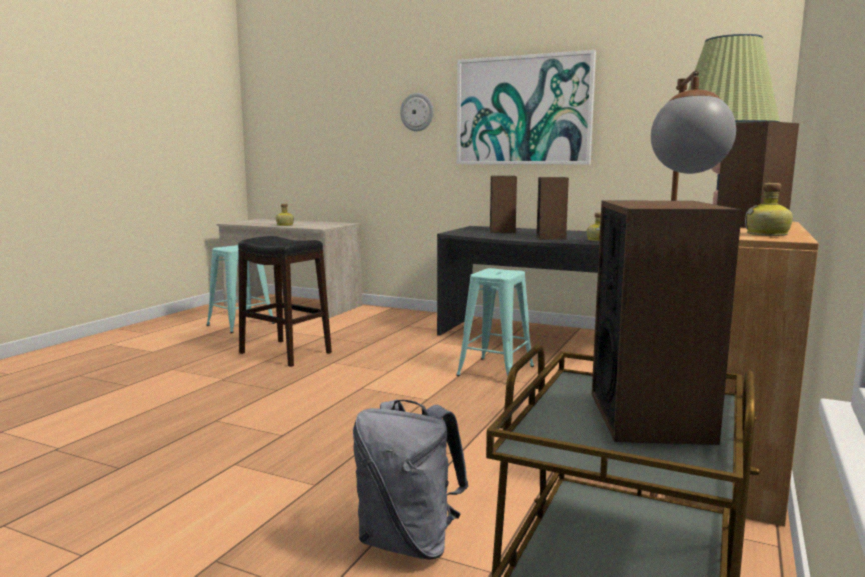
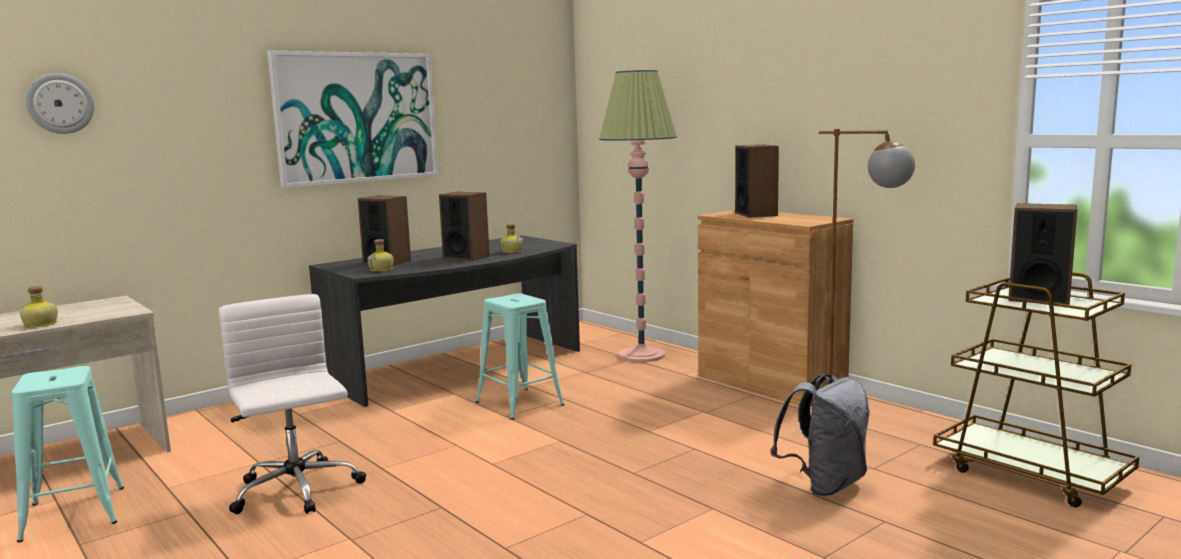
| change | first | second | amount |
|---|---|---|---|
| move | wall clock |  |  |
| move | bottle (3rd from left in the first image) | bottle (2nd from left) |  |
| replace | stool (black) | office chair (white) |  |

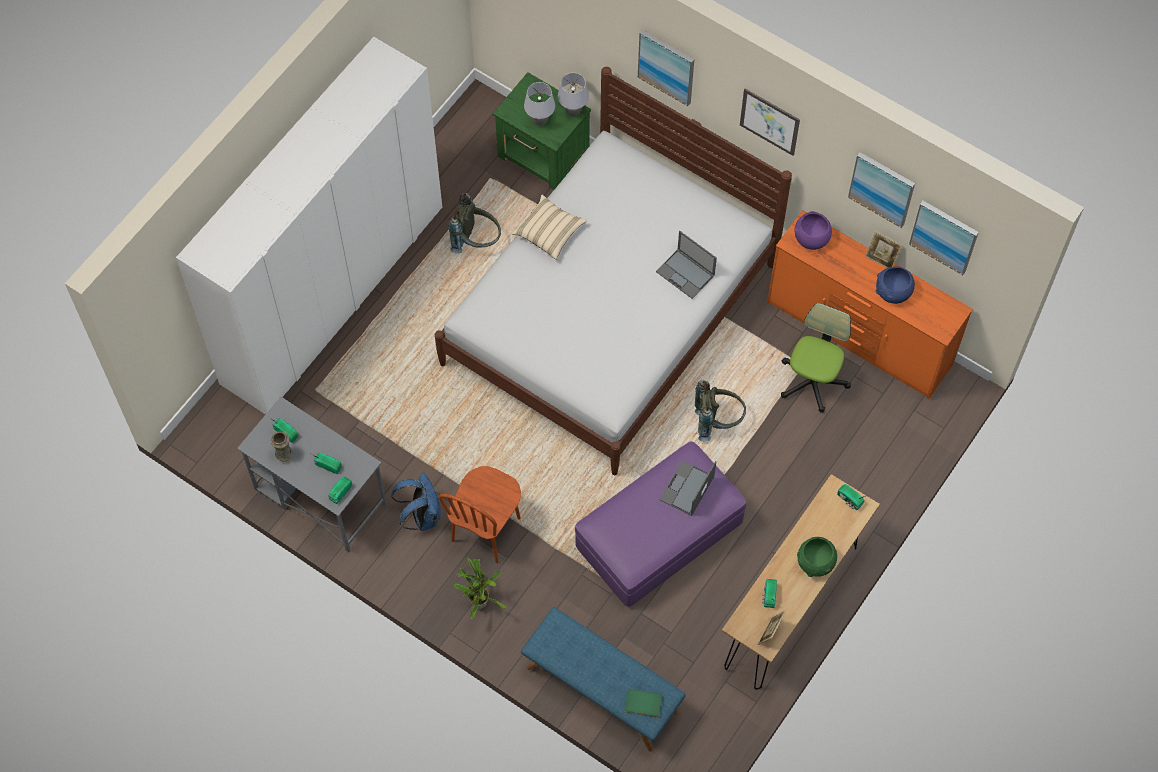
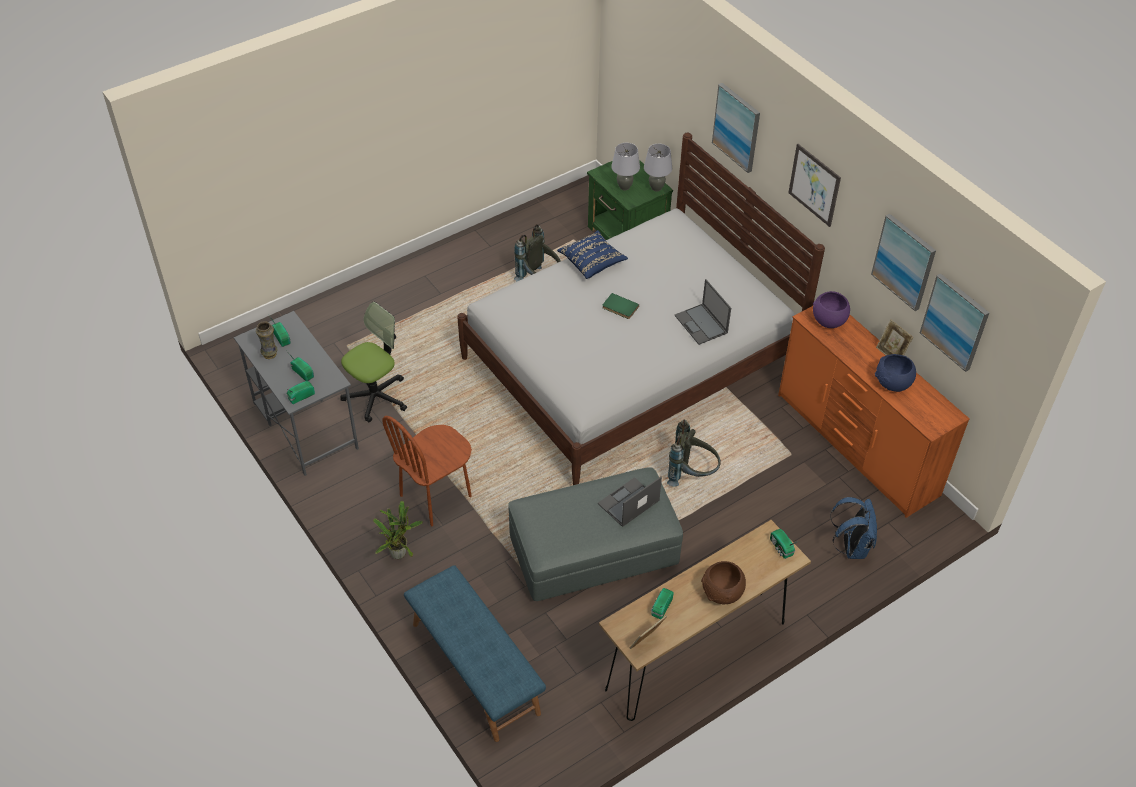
| change | first | second | amount |
|---|---|---|---|
| delete | wardrobe (white) |  |  |
| move | backpack (blue) |  |  |
| move | book (green) |  |  |
| move | office chair |  |  |
| recolor | pillow (beige) | pillow (blue) |  |
| recolor | ottoman (purple) | ottoman (grey) |  |
| recolor | bowl (green) | bowl (brown) |  |

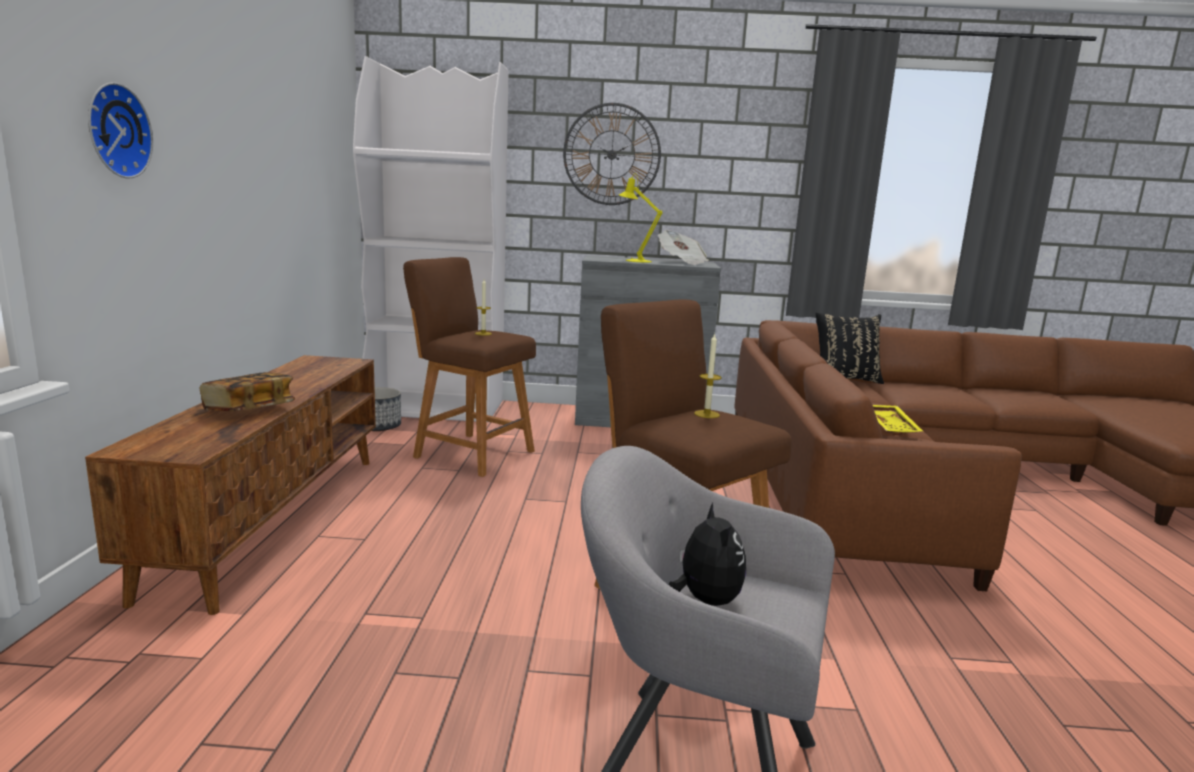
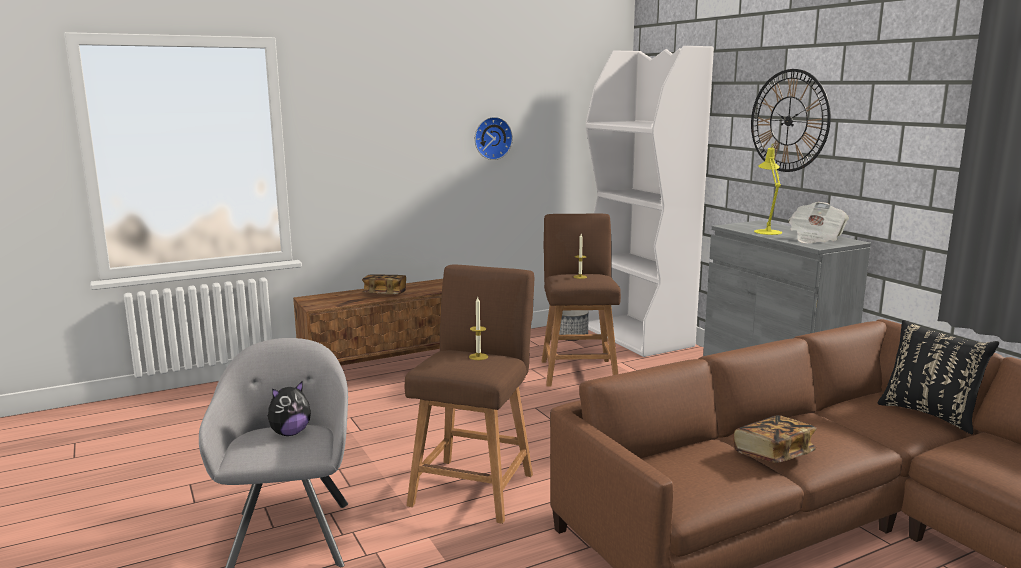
| change | first | second | amount |
|---|---|---|---|
| move | wall clock (1st from left) |  |  |
| replace | tray (yellow) | book (2nd from left) |  |

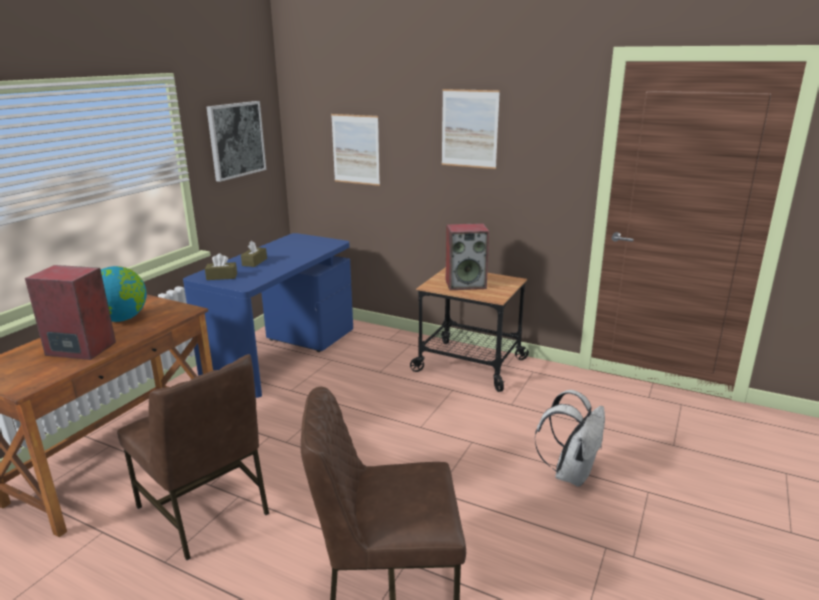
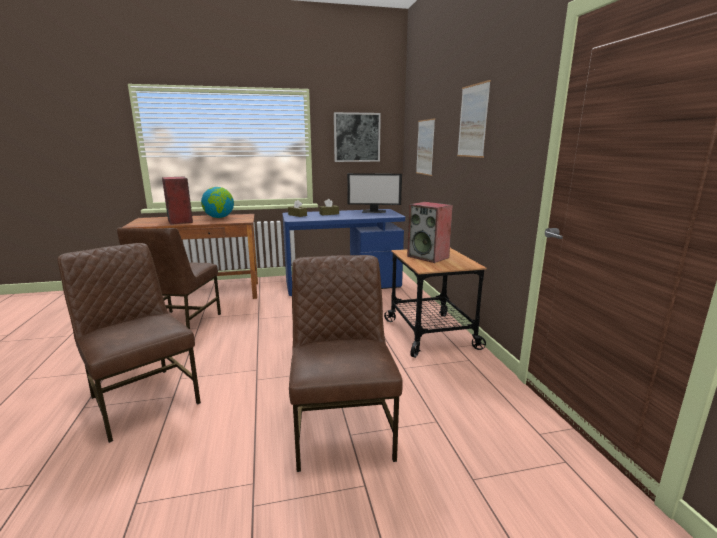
| change | first | second | amount |
|---|---|---|---|
| insert |  | monitor |  |
| replace | backpack (white) | chair (brown) (3rd from left) |  |

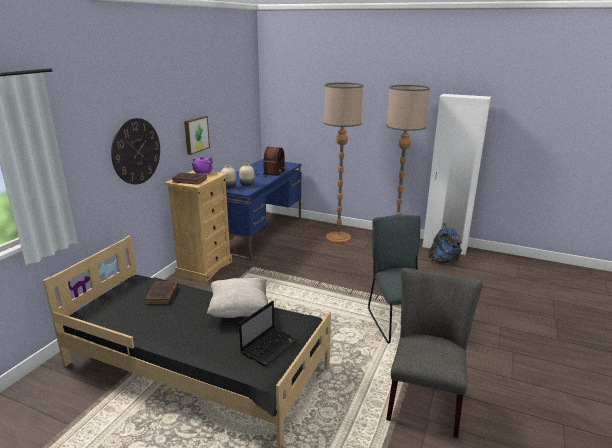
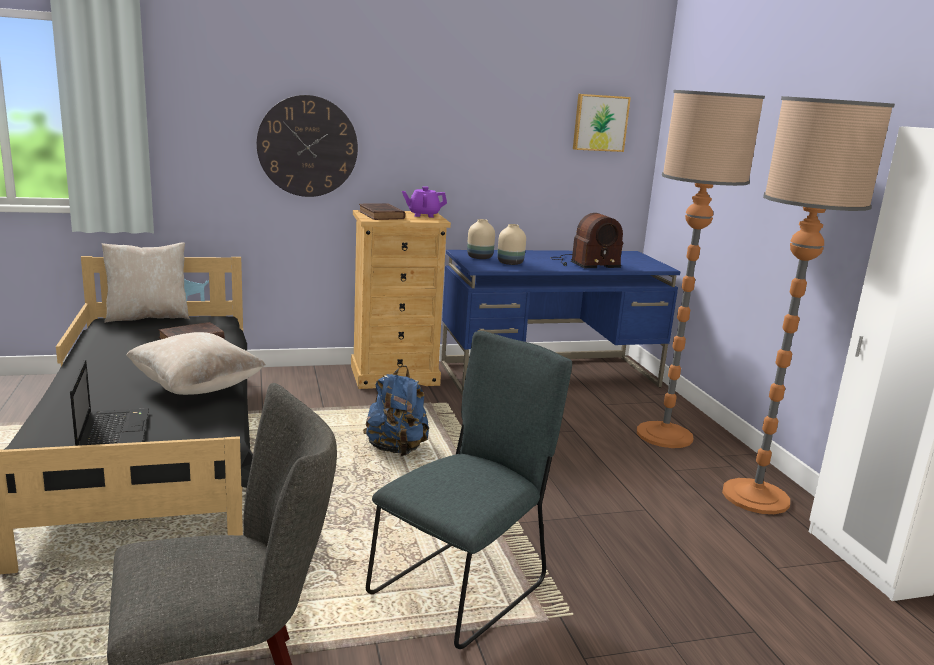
| change | first | second | amount |
|---|---|---|---|
| insert |  | pillow (beige) (1st from left) |  |
| move | picture |  |  |
| move | backpack (blue) |  |  |
| rotate | laptop |  | 105 degrees counterclockwise |

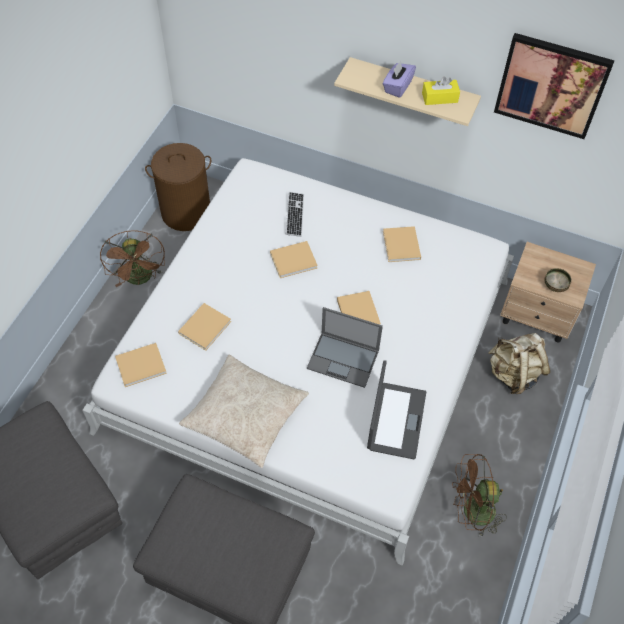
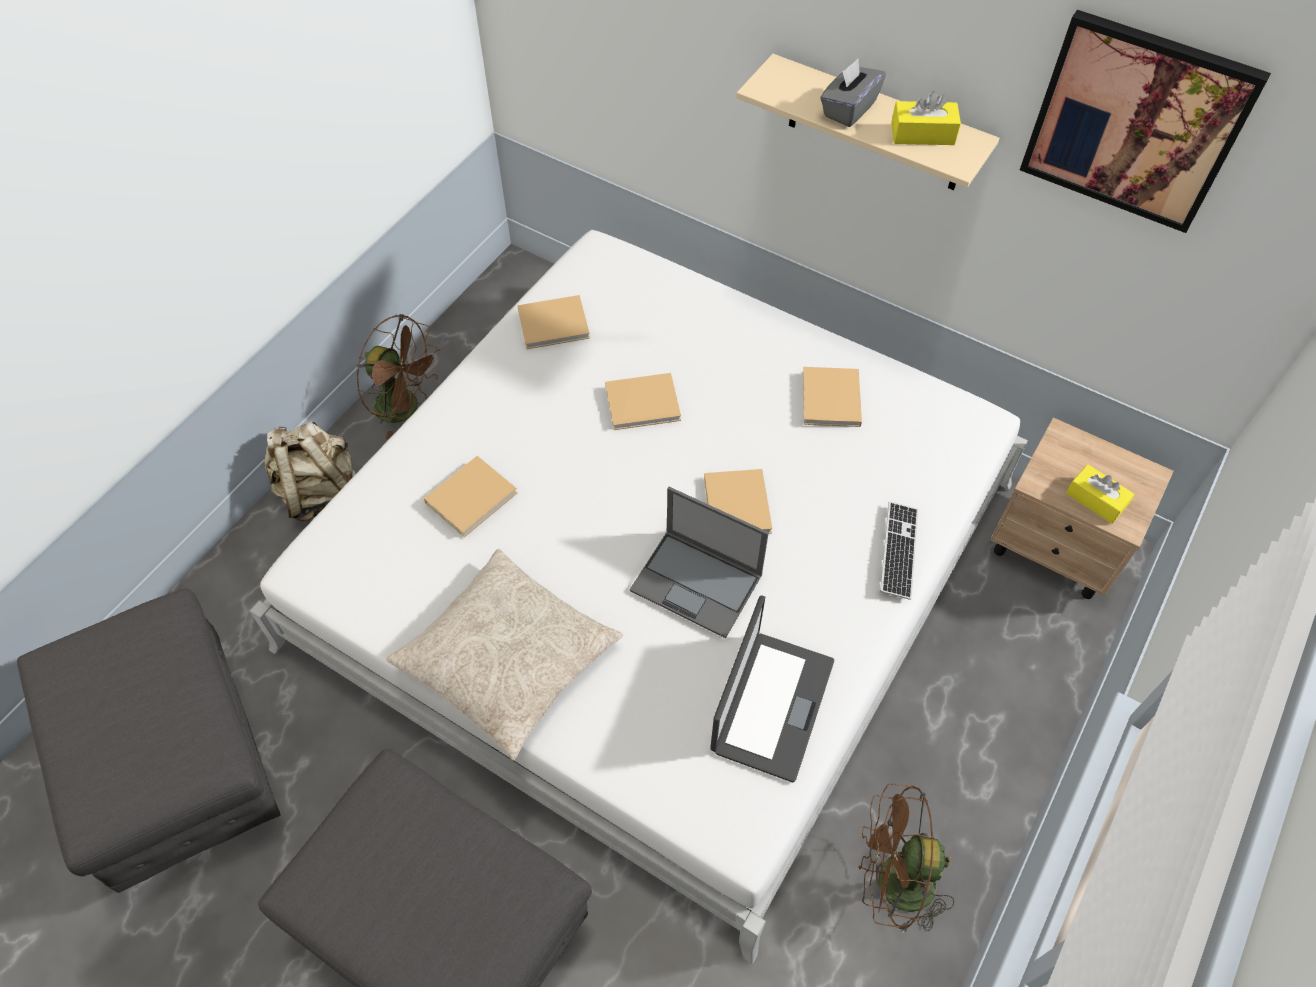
| change | first | second | amount |
|---|---|---|---|
| delete | laundry basket (brown) |  |  |
| move | book (beige) (1st from left in the first image) | book (beige) (2nd from left) |  |
| move | keyboard |  |  |
| move | backpack (beige) |  |  |
| replace | bowl | tissue box (yellow) (2nd from left) |  |
| recolor | tissue box (purple) | tissue box (grey) |  |
| rotate | fan (brown) (1st from left) |  | 60 degrees counterclockwise |

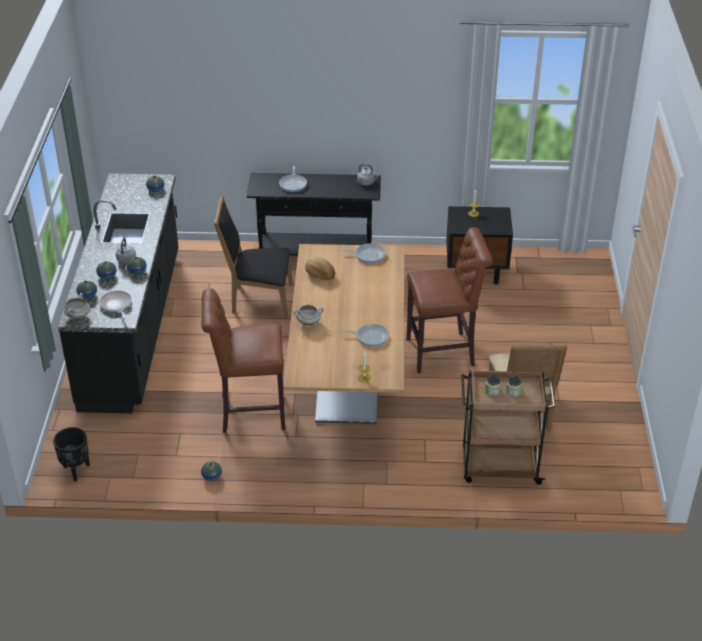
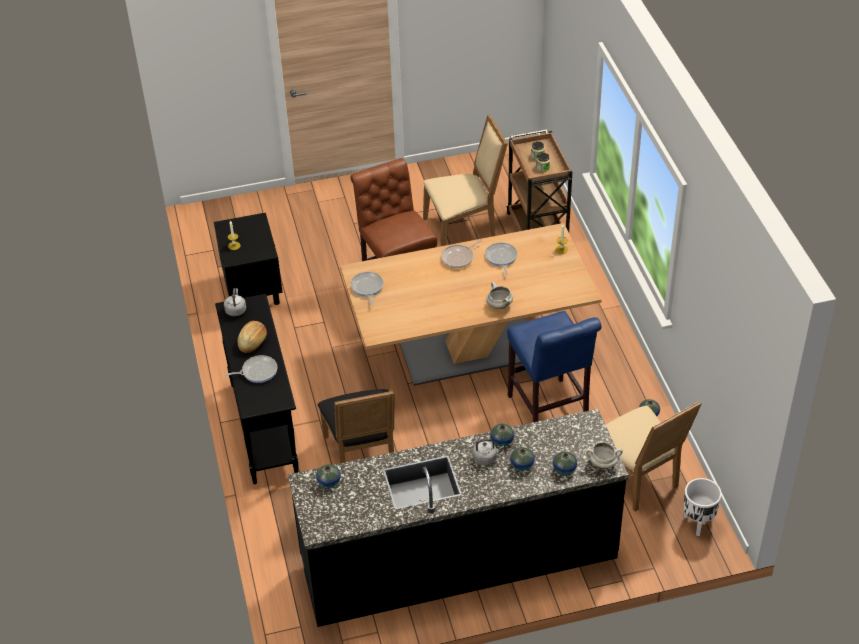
| change | first | second | amount |
|---|---|---|---|
| insert |  | chair (beige) (2nd from left) |  |
| move | frying pan (1st from left in the first image) | frying pan (3rd from left) |  |
| move | bread |  |  |
| recolor | planter (black) | planter (white) |  |
| recolor | stool (brown) (1st from left) | stool (blue) |  |

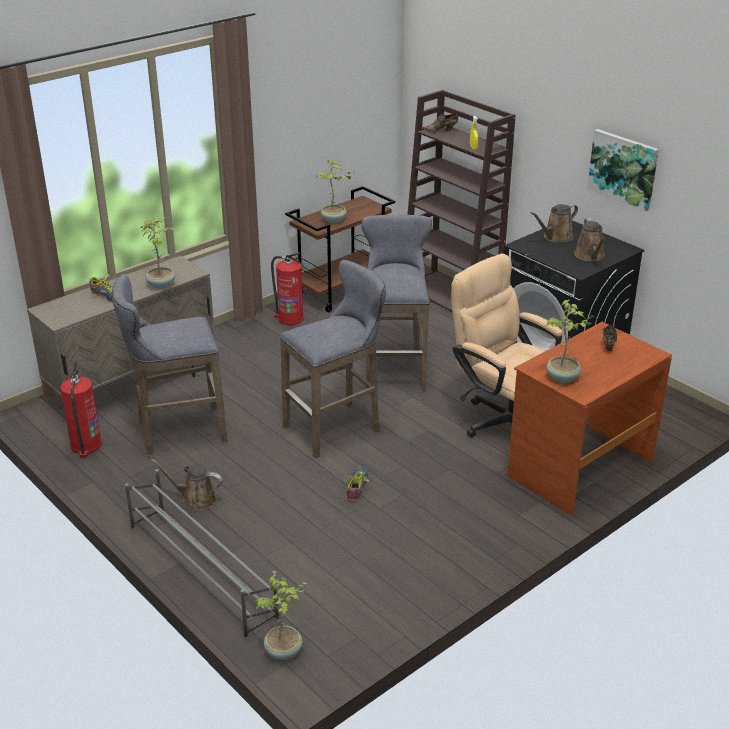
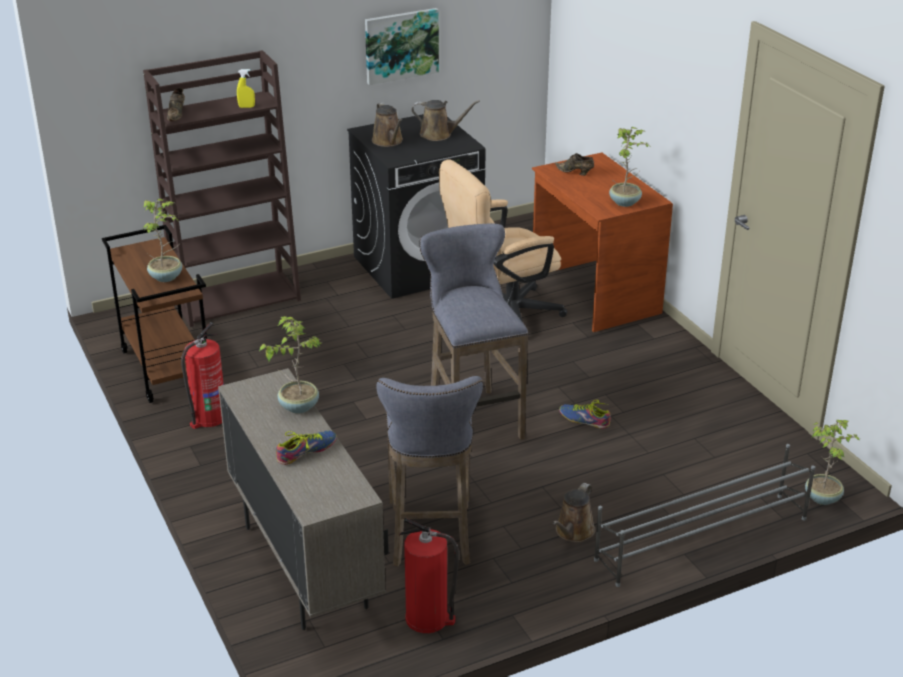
| change | first | second | amount |
|---|---|---|---|
| delete | stool (grey) (3rd from left) |  |  |

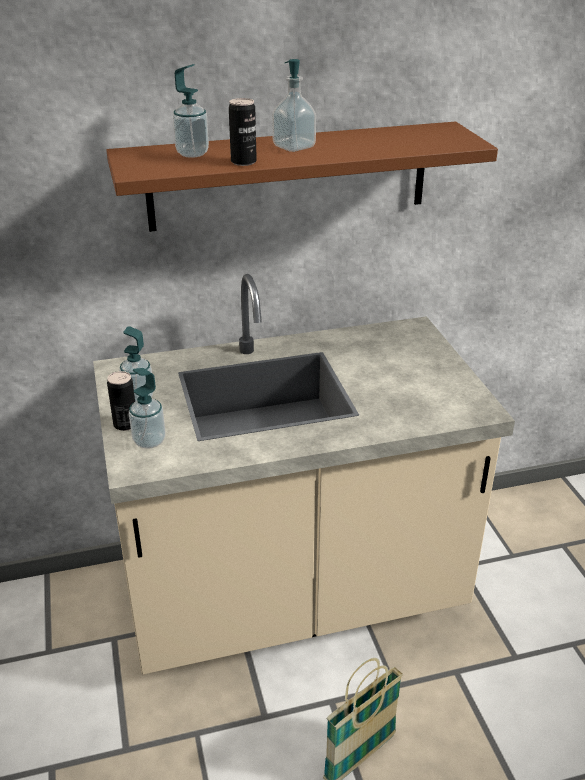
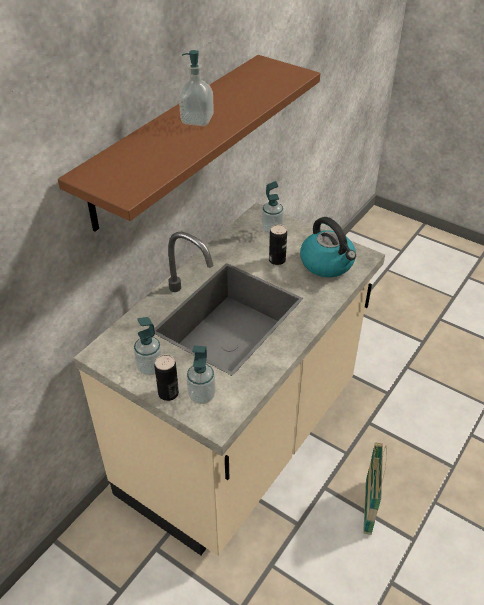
| change | first | second | amount |
|---|---|---|---|
| insert |  | kettle |  |
| move | soap dispenser (3rd from left in the first image) | soap dispenser (4th from left) |  |
| move | can (2nd from left) |  |  |

